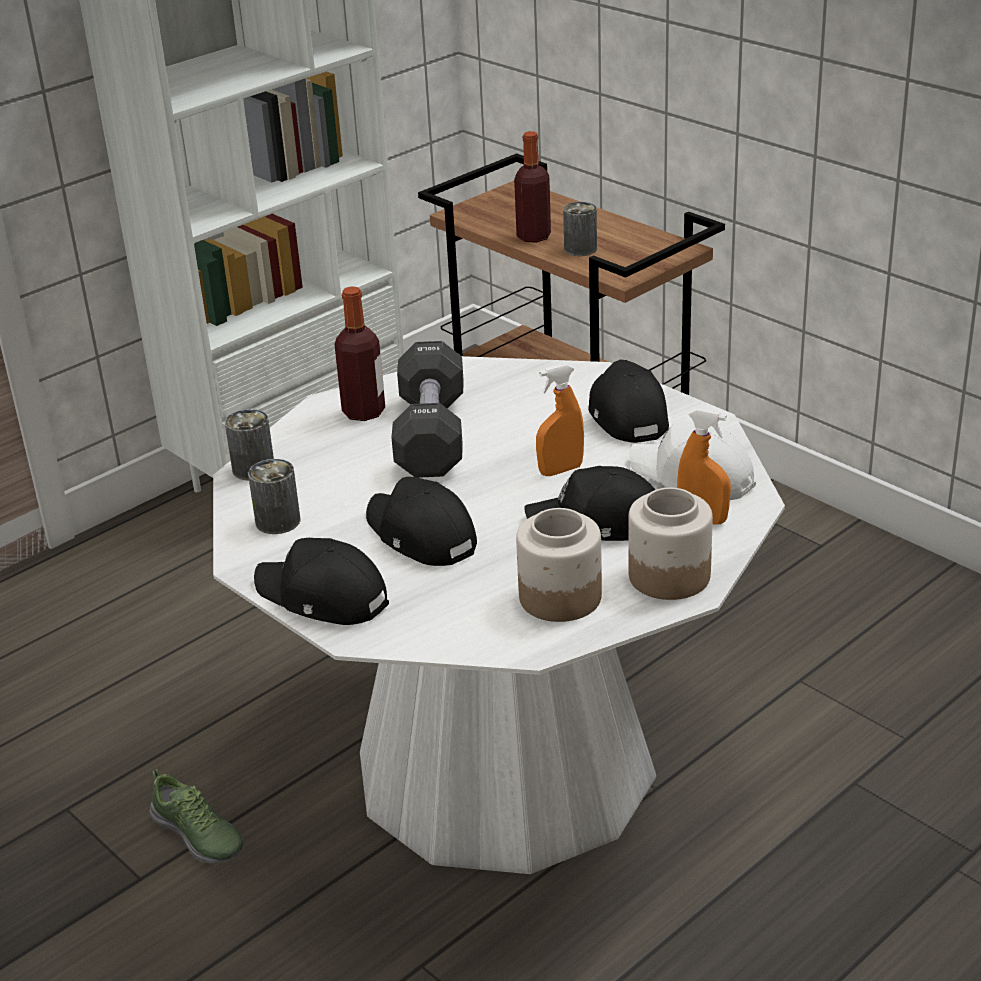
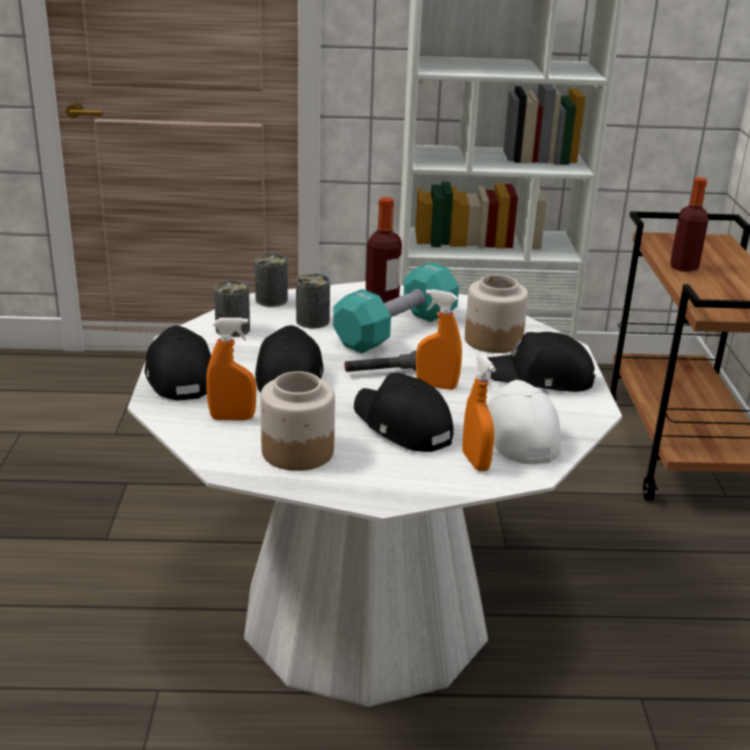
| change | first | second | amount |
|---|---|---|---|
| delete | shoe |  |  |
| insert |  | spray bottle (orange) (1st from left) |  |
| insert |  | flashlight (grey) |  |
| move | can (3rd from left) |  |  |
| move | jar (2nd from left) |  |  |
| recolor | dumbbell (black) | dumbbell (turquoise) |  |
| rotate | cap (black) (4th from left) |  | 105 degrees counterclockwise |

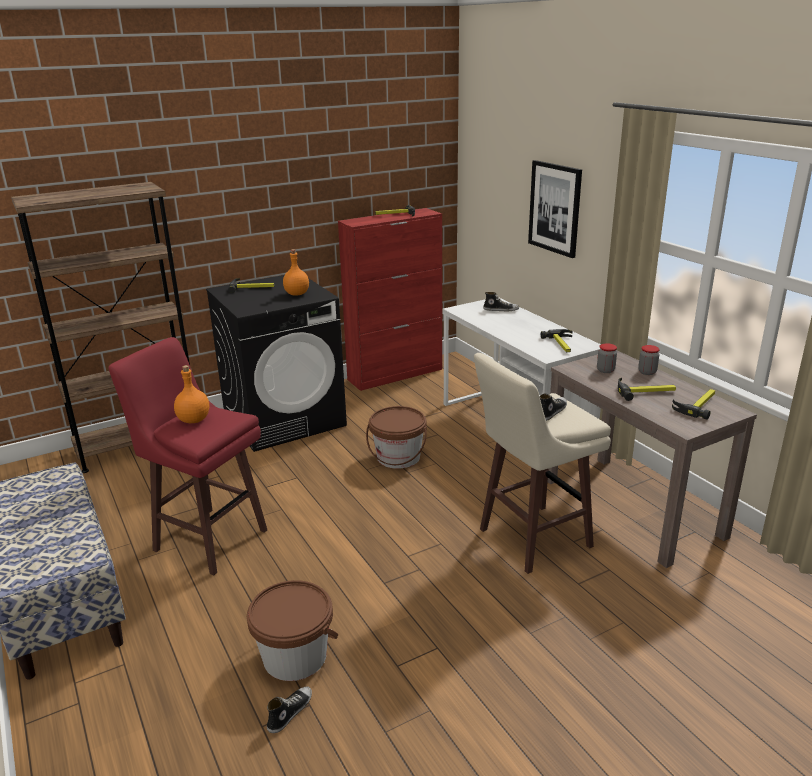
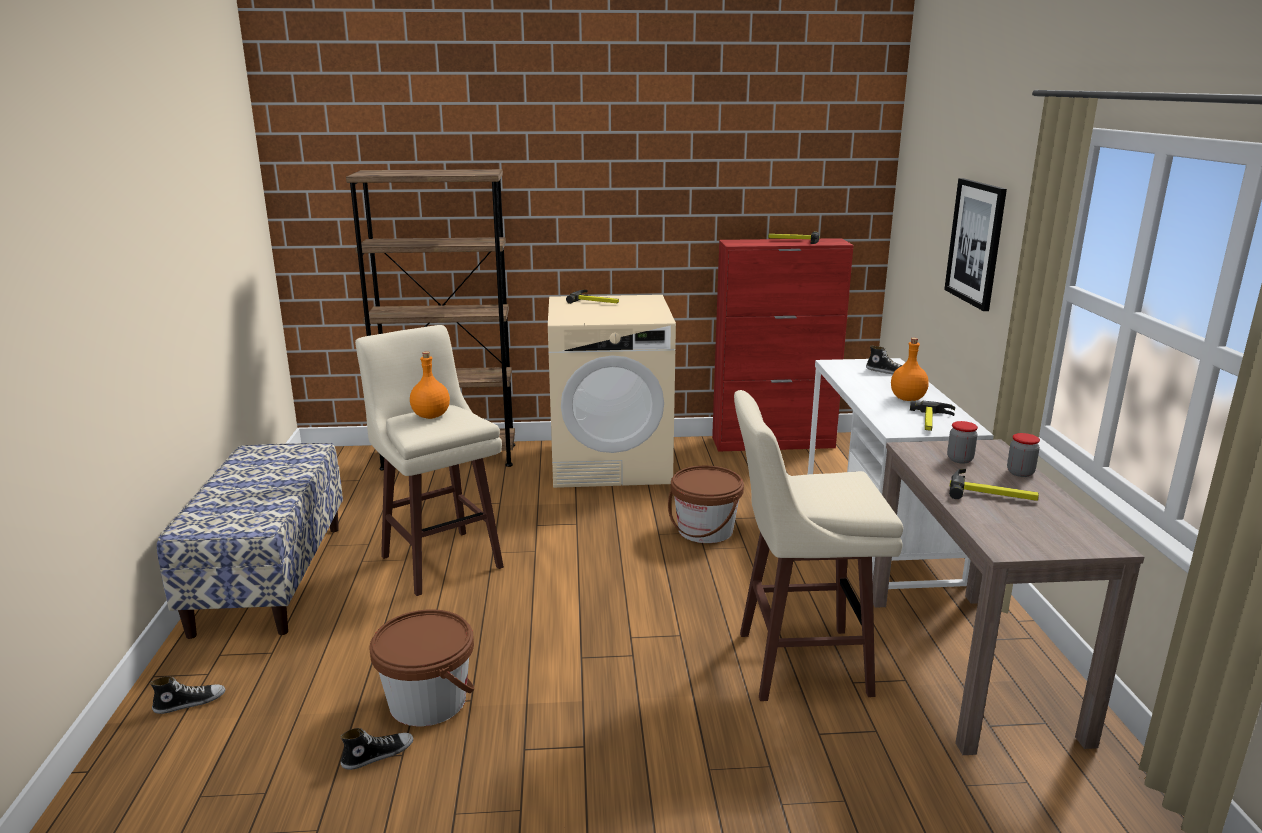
| change | first | second | amount |
|---|---|---|---|
| delete | hammer (5th from left) |  |  |
| move | bottle (orange) (2nd from left) |  |  |
| move | shoe (3rd from left in the first image) | shoe (1st from left) |  |
| recolor | stool (red) | stool (beige) (1st from left) |  |
| recolor | washing machine (black) | washing machine (beige) |  |

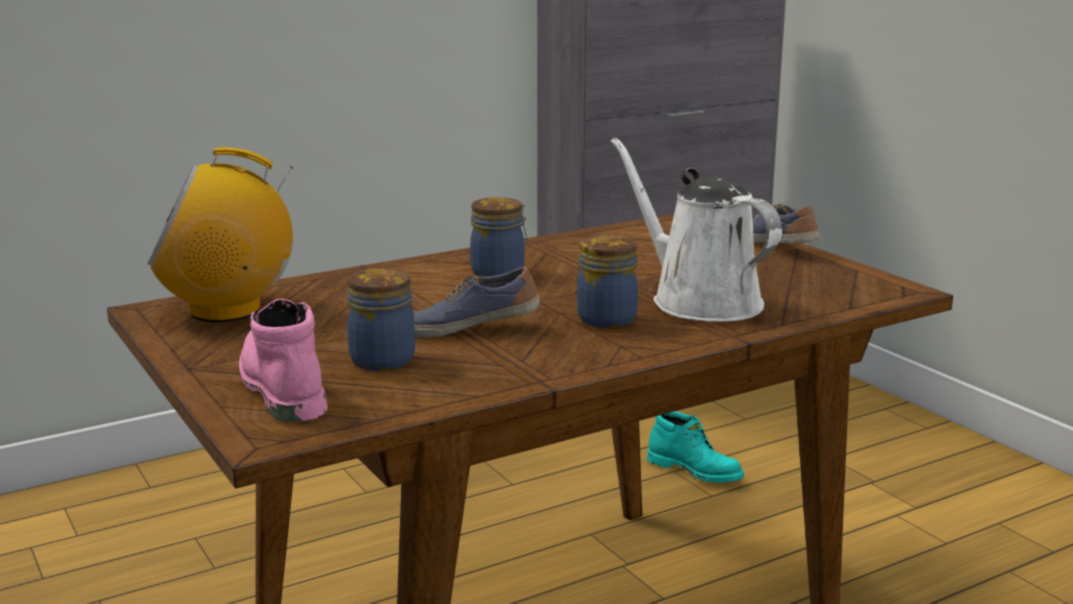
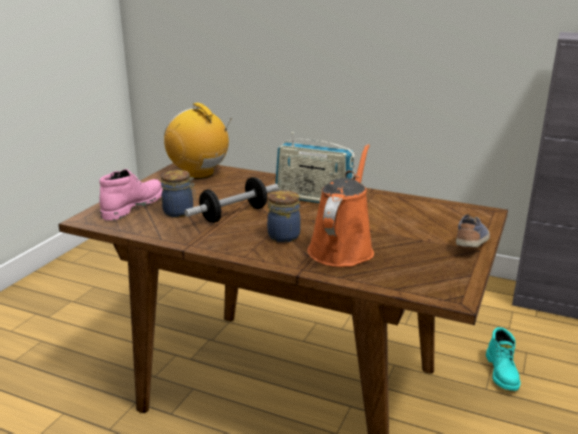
| change | first | second | amount |
|---|---|---|---|
| replace | shoe (1st from left) | dumbbell |  |
| replace | jar (2nd from left) | radio (2nd from left) |  |
| recolor | watering can (white) | watering can (orange) |  |

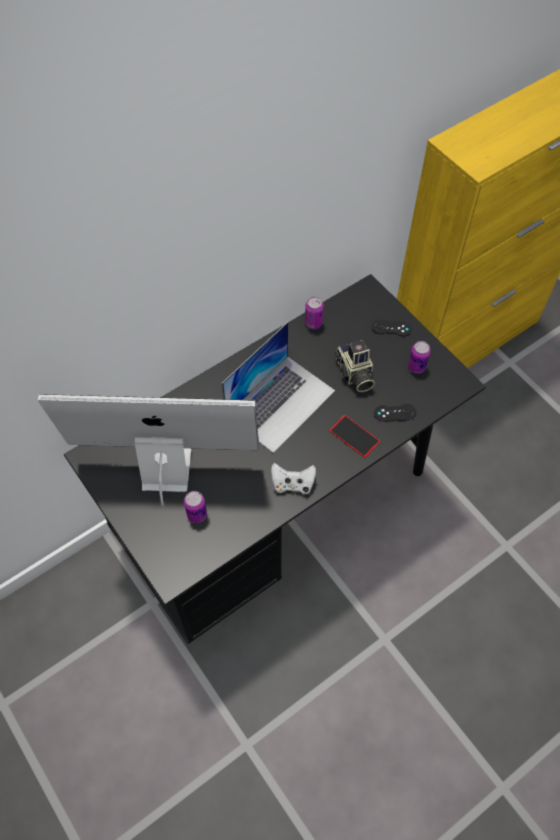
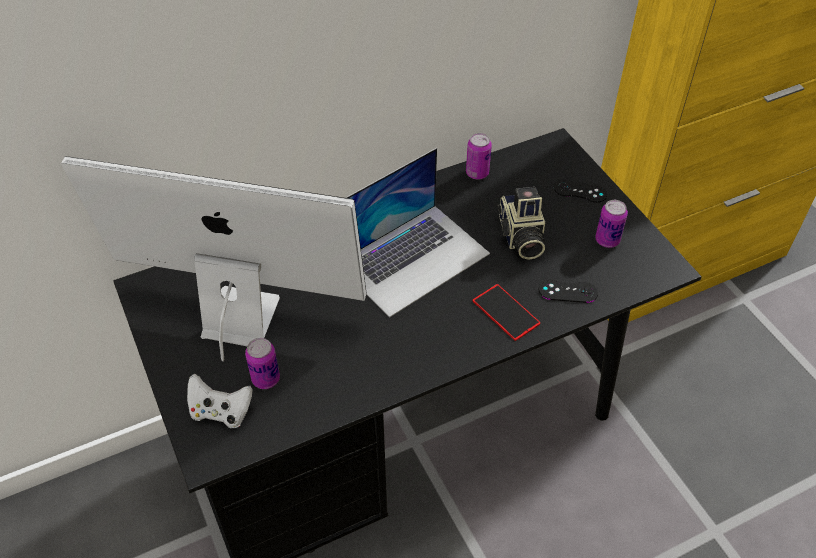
| change | first | second | amount |
|---|---|---|---|
| move | game controller (white) |  |  |

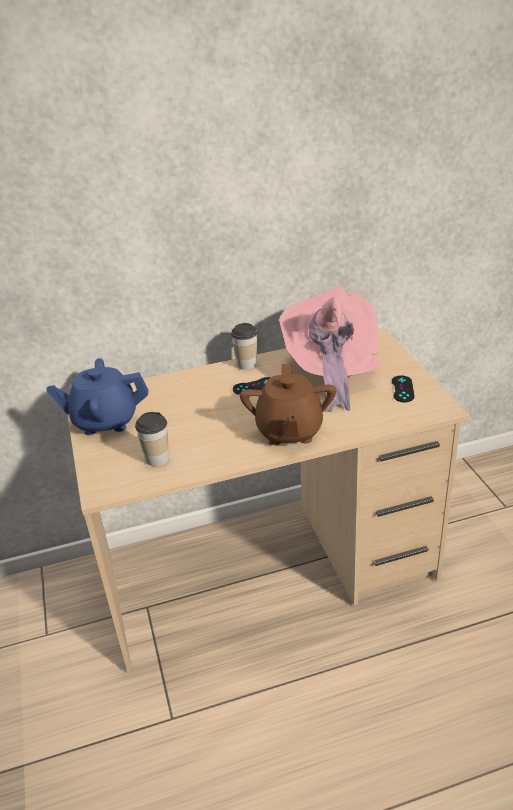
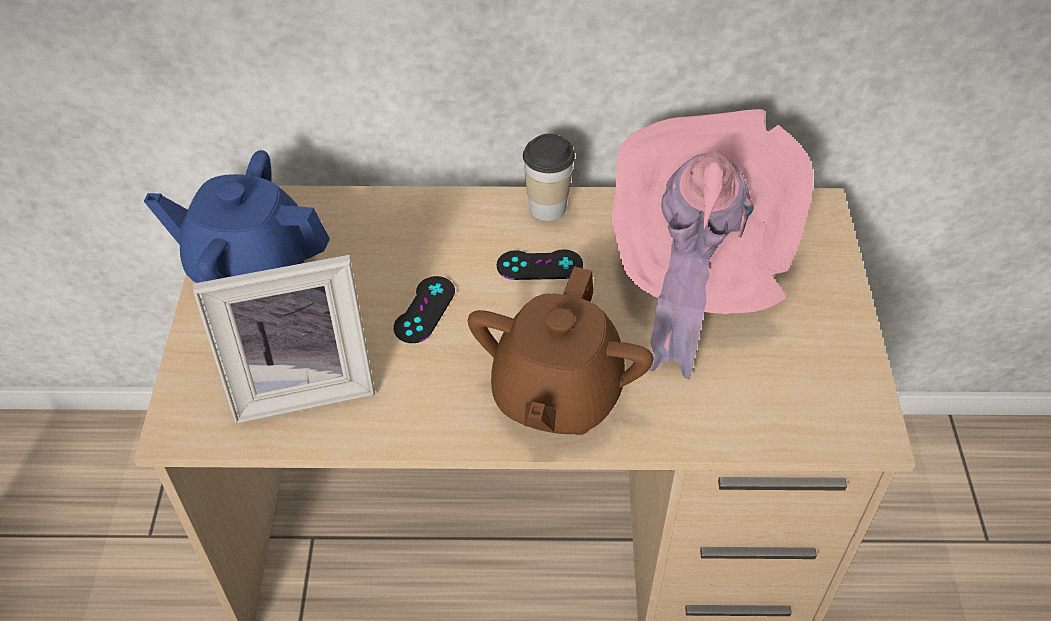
| change | first | second | amount |
|---|---|---|---|
| move | game controller (black) (2nd from left in the first image) | game controller (black) (1st from left) |  |
| replace | cup (1st from left) | picture frame |  |

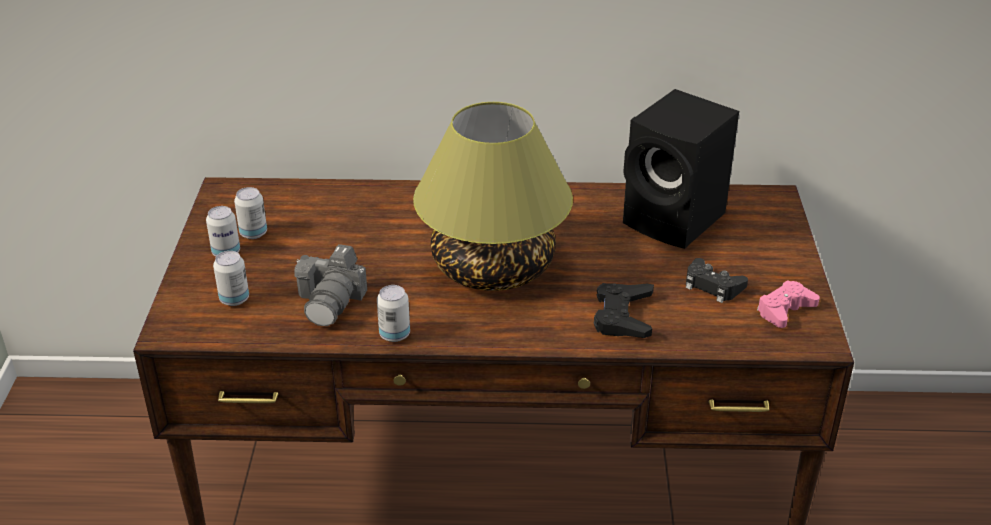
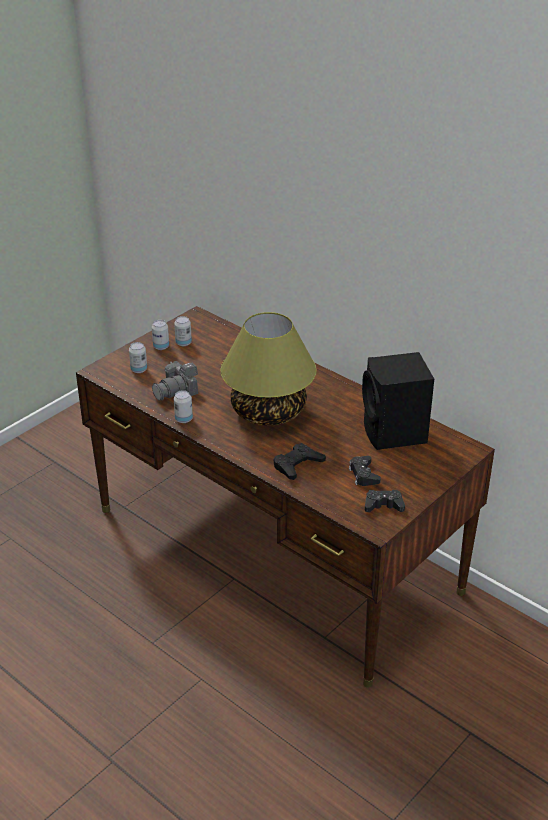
| change | first | second | amount |
|---|---|---|---|
| recolor | game controller (pink) | game controller (black) (3rd from left) |  |

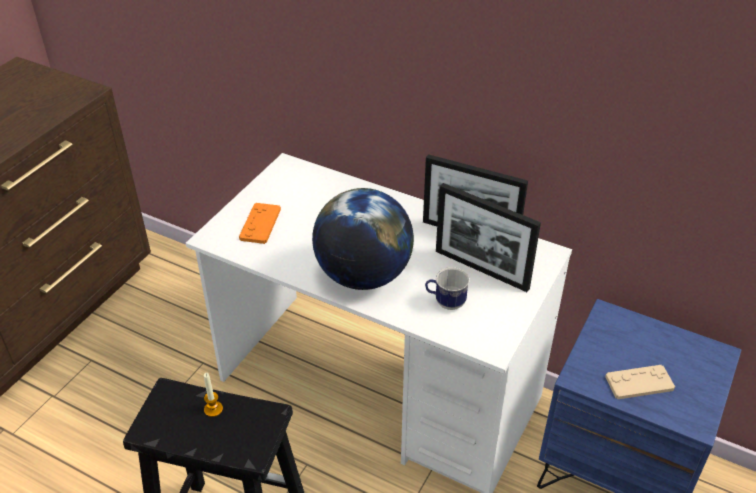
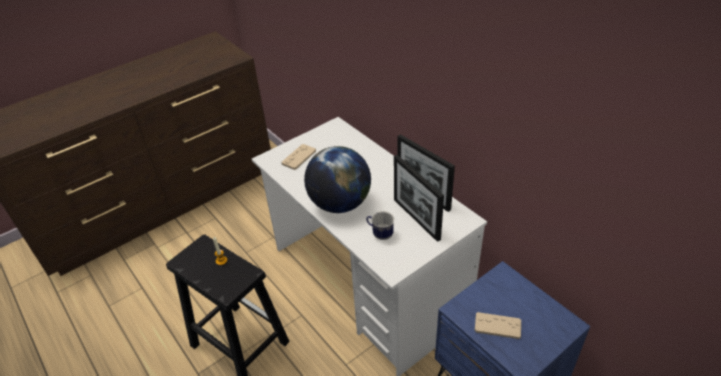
| change | first | second | amount |
|---|---|---|---|
| recolor | game controller (orange) | game controller (beige) (1st from left) |  |

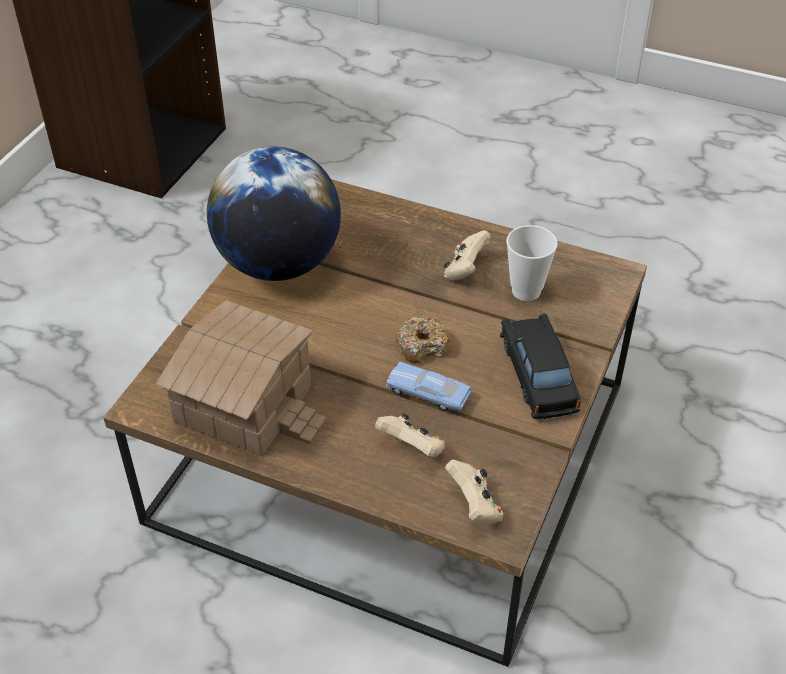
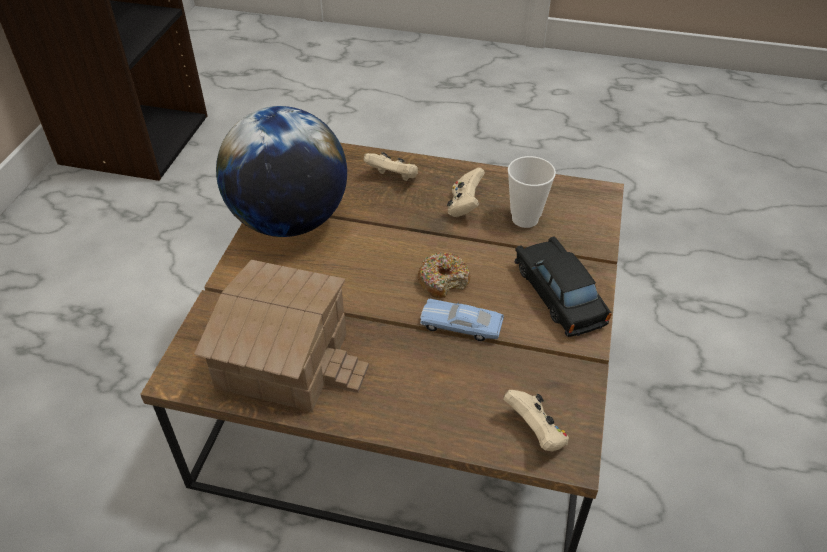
| change | first | second | amount |
|---|---|---|---|
| move | game controller (beige) (1st from left) |  |  |

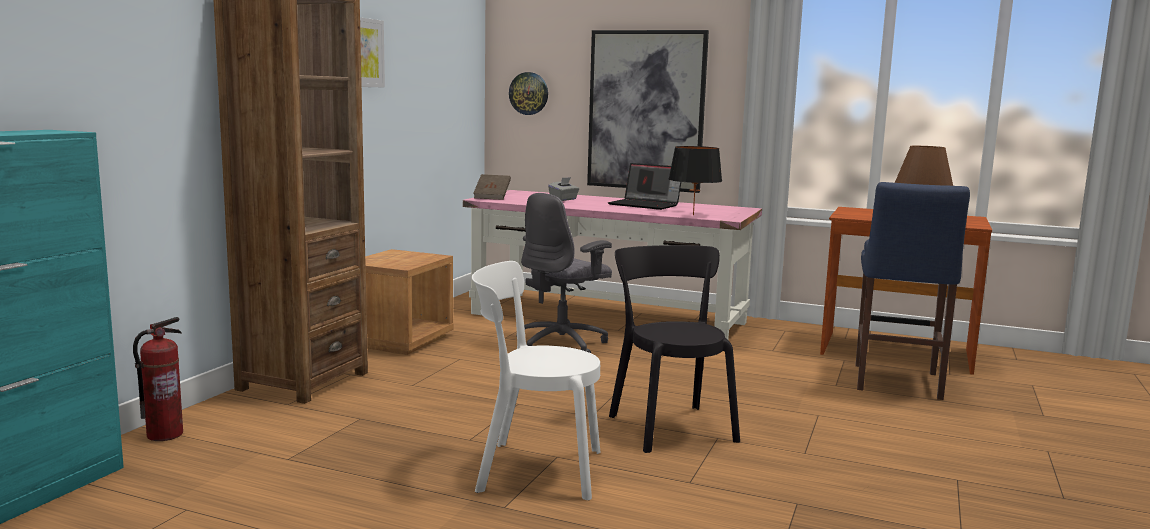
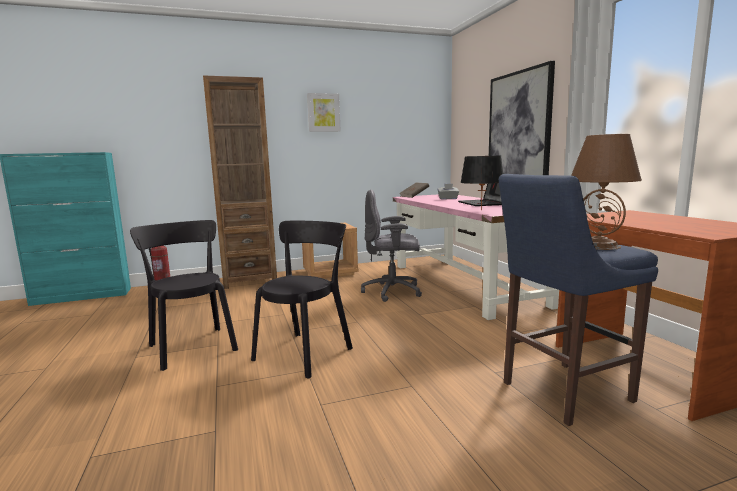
| change | first | second | amount |
|---|---|---|---|
| delete | wall clock |  |  |
| recolor | chair (white) | chair (black) (1st from left) |  |

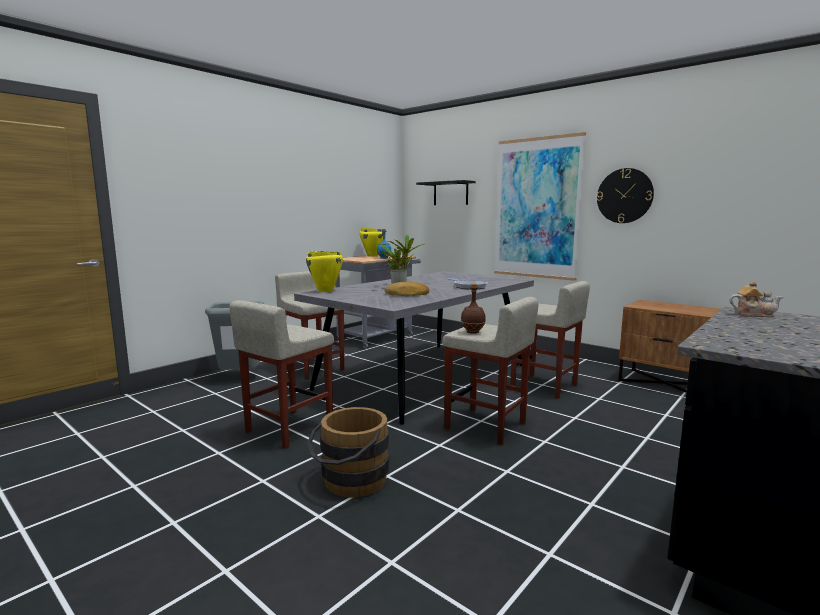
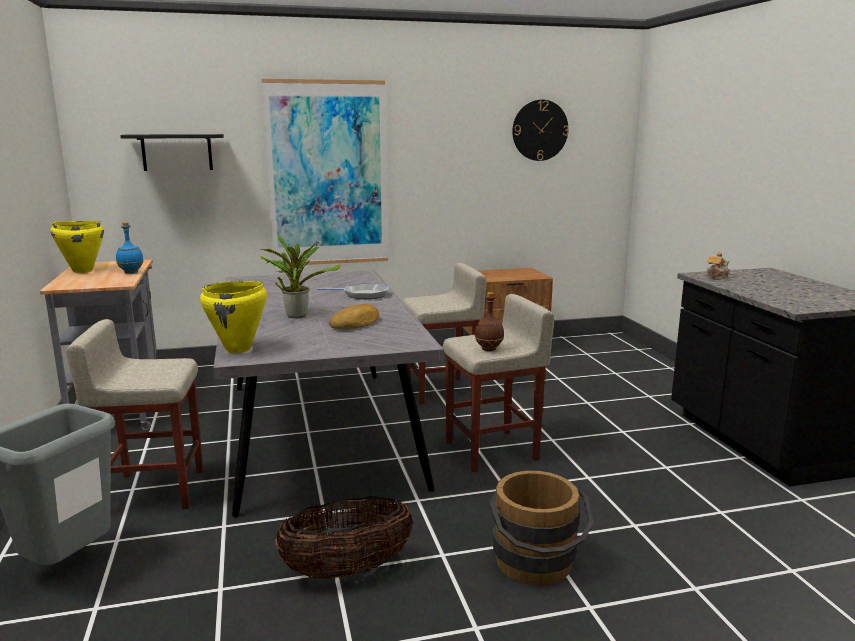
| change | first | second | amount |
|---|---|---|---|
| move | wall clock |  |  |
| replace | stool (beige) (1st from left) | basket |  |

